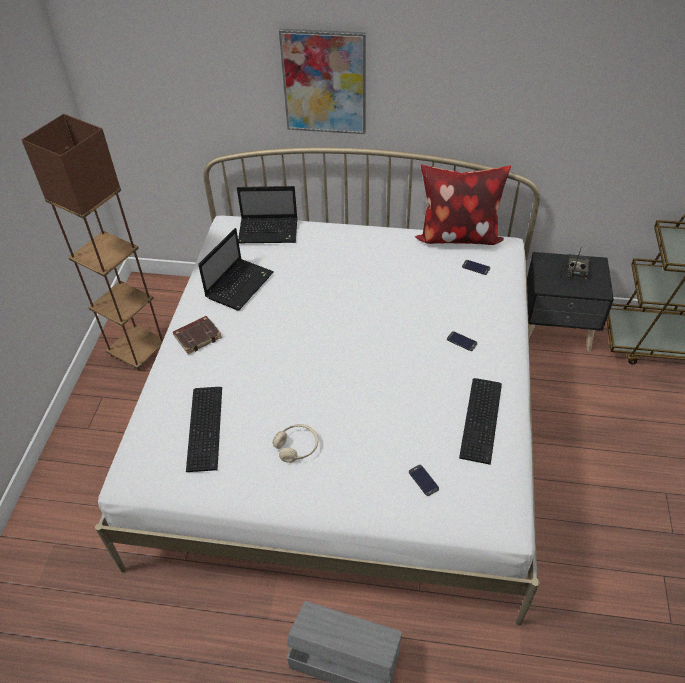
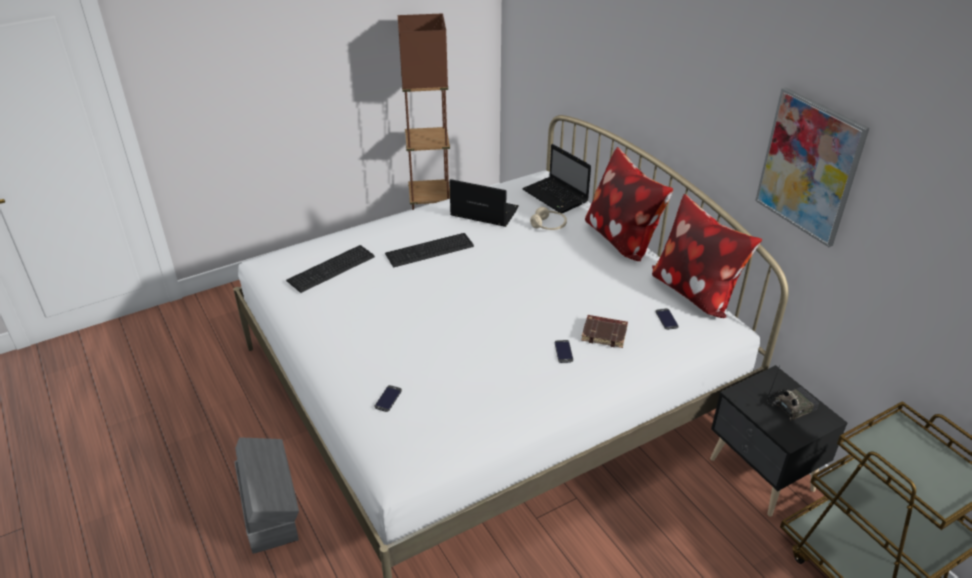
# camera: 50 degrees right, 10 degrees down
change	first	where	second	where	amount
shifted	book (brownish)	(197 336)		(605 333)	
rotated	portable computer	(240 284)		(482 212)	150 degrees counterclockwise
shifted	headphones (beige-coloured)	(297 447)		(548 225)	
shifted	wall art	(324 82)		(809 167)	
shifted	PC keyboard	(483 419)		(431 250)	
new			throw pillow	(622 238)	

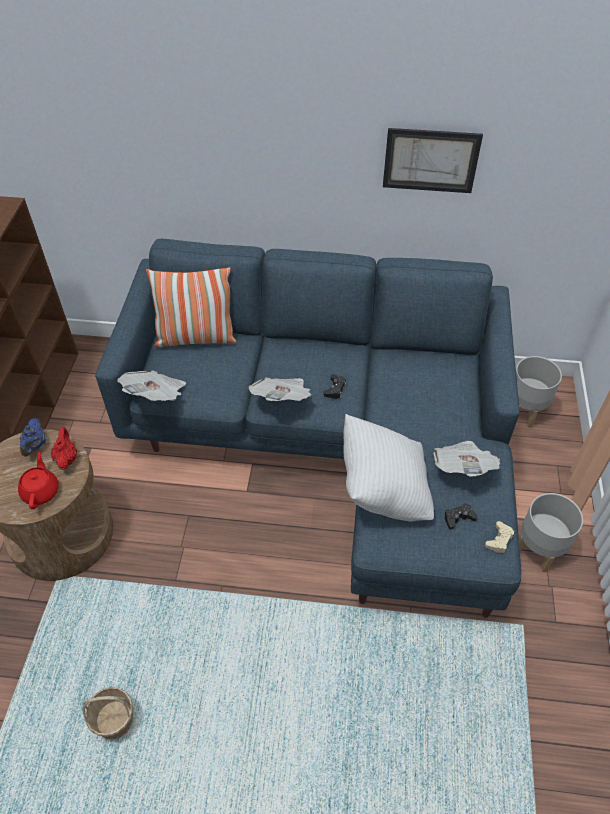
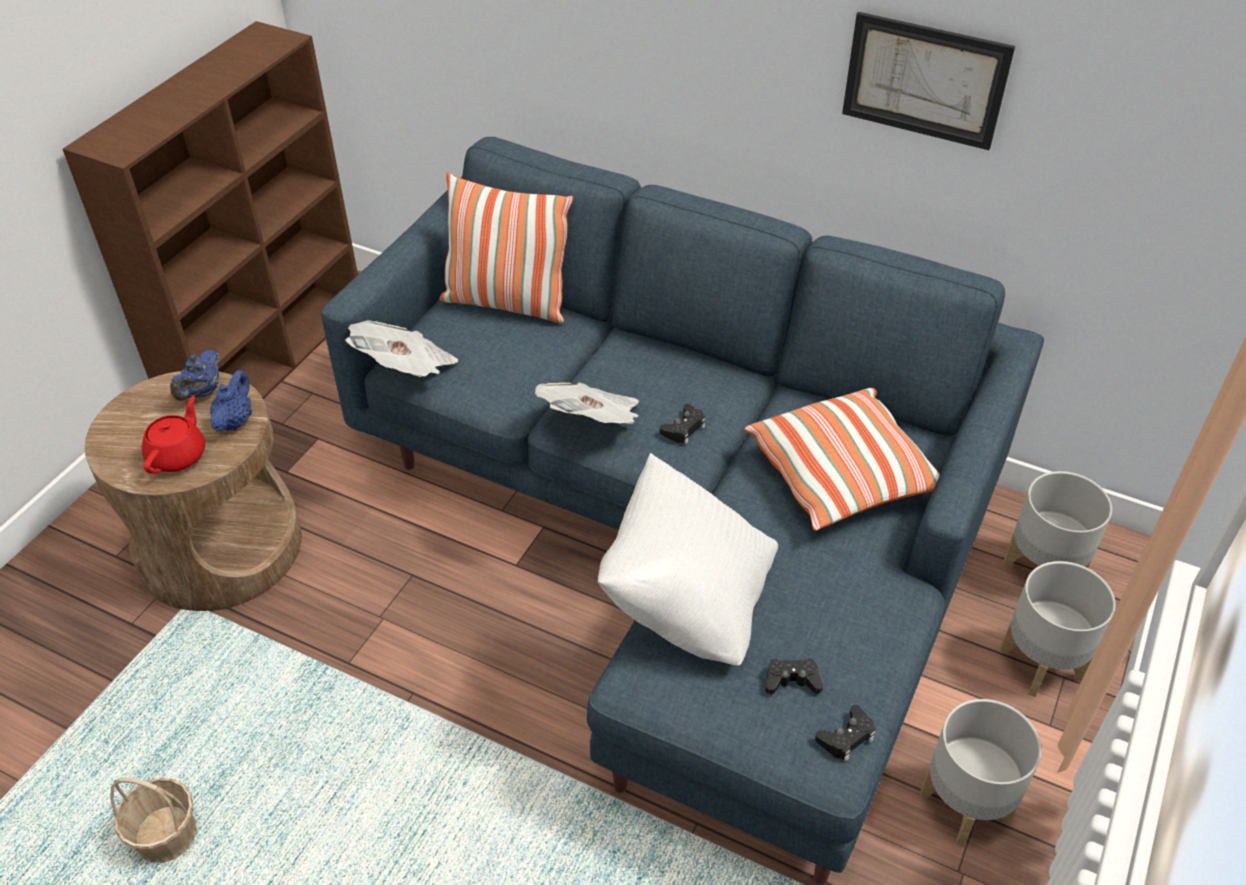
# camera: 20 degrees right, 5 degrees down
change	first	where	second	where	amount
repainted	tea pot (reddish)	(66 458)	tea pot (bluish)	(235 421)	
gone	printed paper	(462 468)			
repainted	gamepad (beige-coloured)	(499 540)	gamepad (blackish)	(846 737)	
new			throw pillow	(842 476)	
new			planter (grey)	(1041 664)	

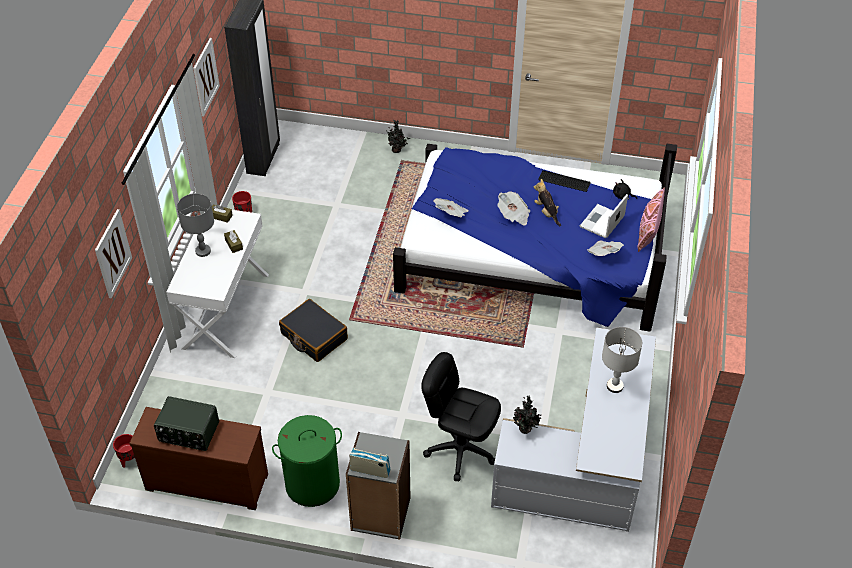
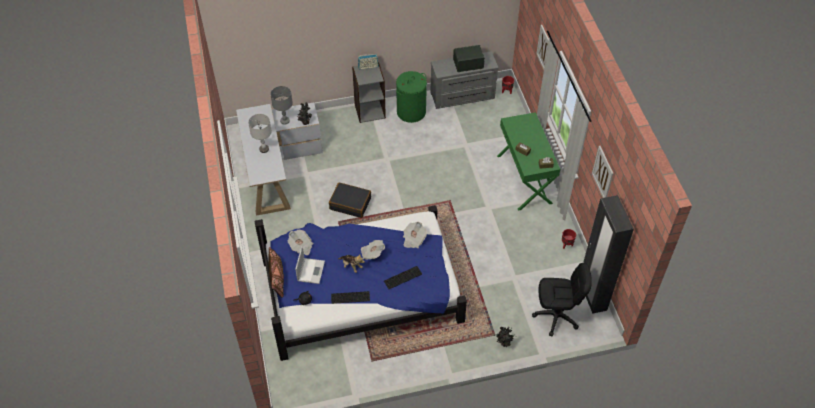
# camera: 155 degrees right, 5 degrees up
change	first	where	second	where	amount
repainted	drawer chest (brownish)	(208 479)	drawer chest (grey)	(463 96)	
repainted	narrow table (white-coloured)	(225 310)	narrow table (greenish)	(524 179)	
shifted	tabletop lamp (grey)	(203 251)		(285 121)	
shifted	suitcase (blackish)	(313 336)		(350 203)	
shifted	office chair (blackish)	(460 449)		(556 316)	
repainted	throw pillow (pink)	(649 230)	throw pillow (brownish)	(277 278)	
new			PC keyboard	(402 277)	

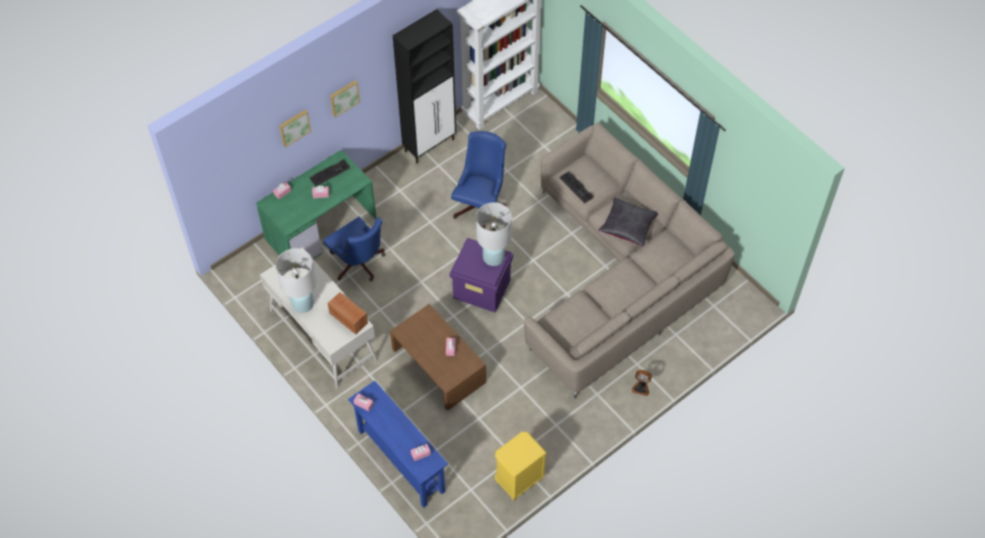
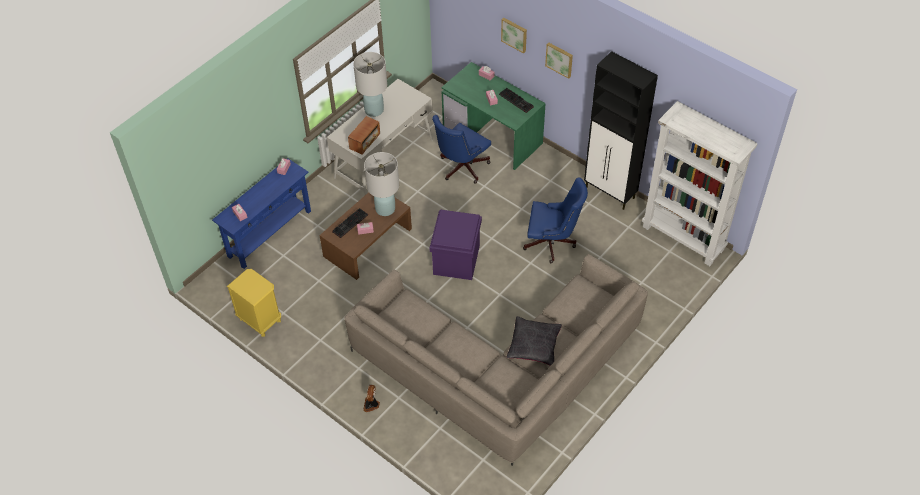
# camera: 80 degrees right, 5 degrees down
change	first	where	second	where	amount
shifted	tabletop lamp (white-coloured)	(493 257)		(385 208)	
shifted	PC keyboard	(577 187)		(350 224)	

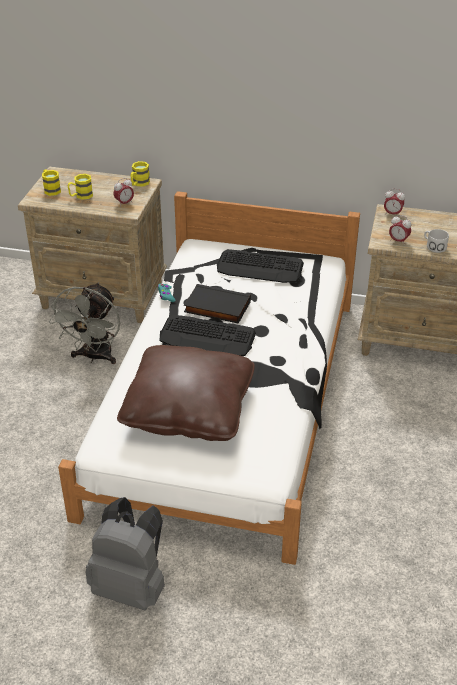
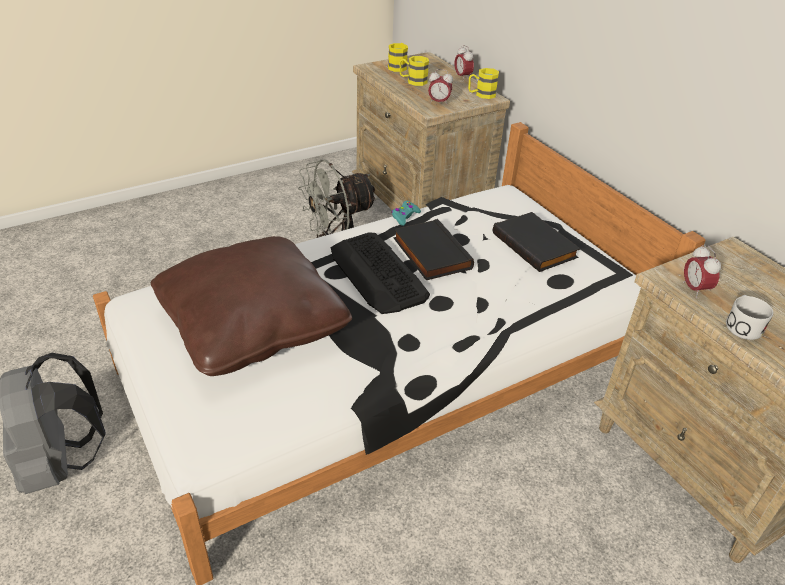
# camera: 45 degrees right, 0 degrees up
change	first	where	second	where	amount
swapped	PC keyboard	(260 267)	book (blackish)	(536 245)	
shifted	alarm clock	(392 214)		(462 77)	

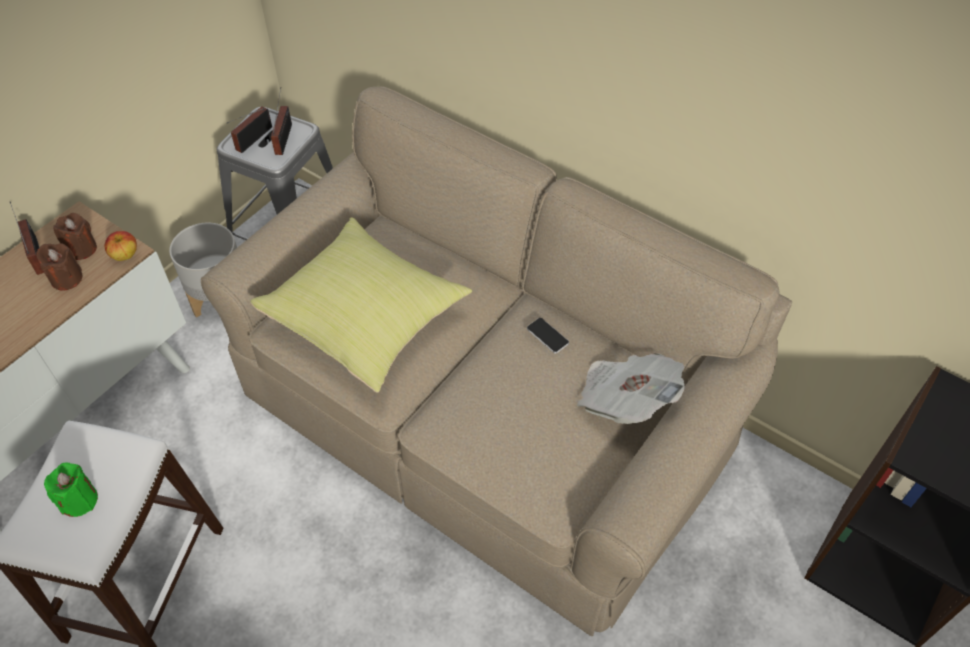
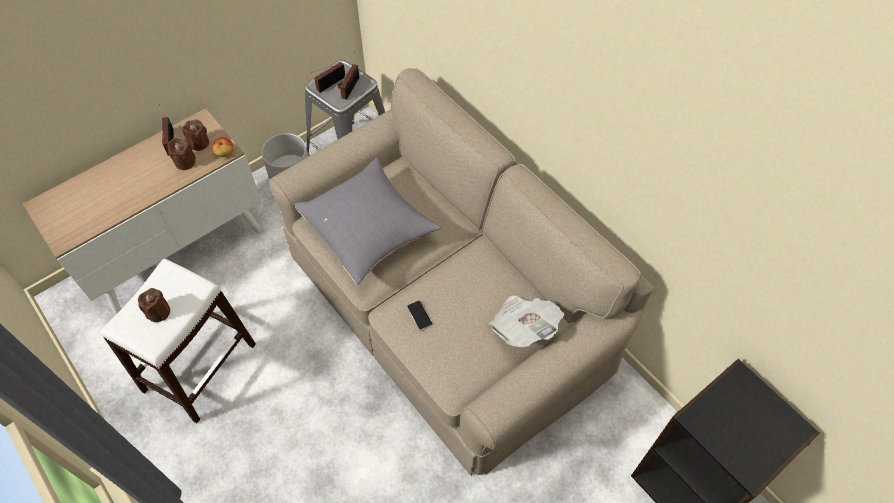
# camera: 15 degrees right, 5 degrees up
change	first	where	second	where	amount
repainted	wax candle (greenish)	(79 500)	wax candle (brownish)	(158 312)	
repainted	throw pillow (yellow-coloured)	(367 320)	throw pillow (grey)	(369 231)	
shifted	phone	(547 336)		(419 315)	

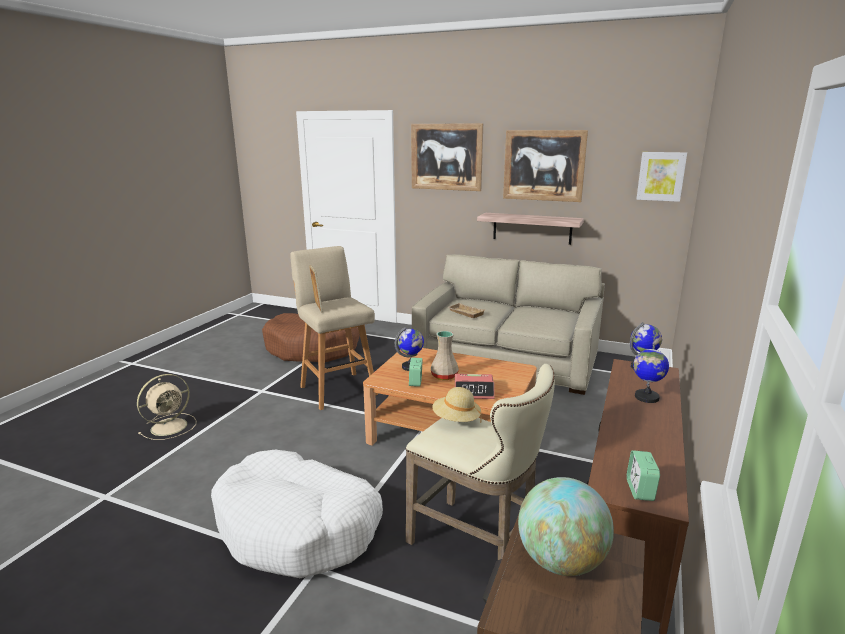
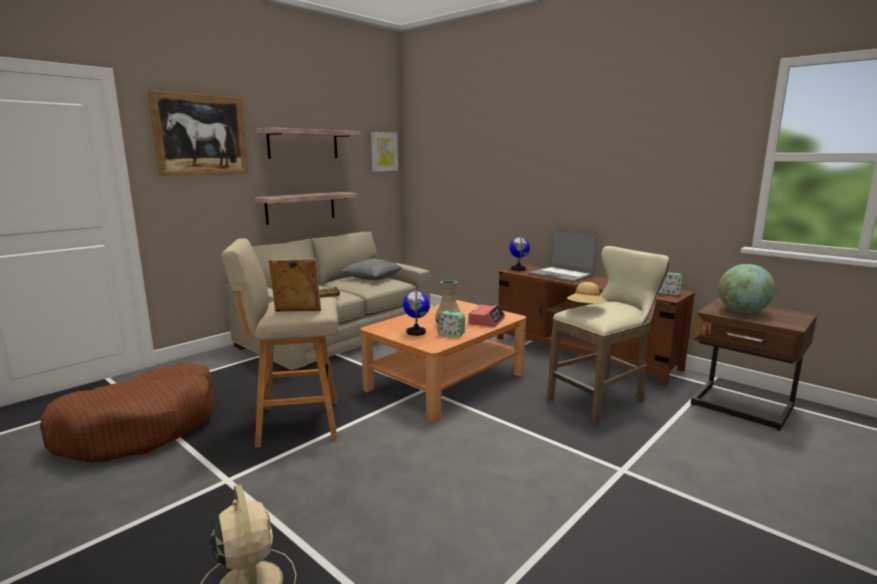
# camera: 70 degrees left, 5 degrees down
change	first	where	second	where	amount
gone	pet bed (white-coloured)	(298 527)			
swapped	wall art	(544 165)	shelf	(303 144)	
swapped	desk globe	(646 397)	portable computer	(561 275)	
new			throw pillow (grey)	(372 278)	

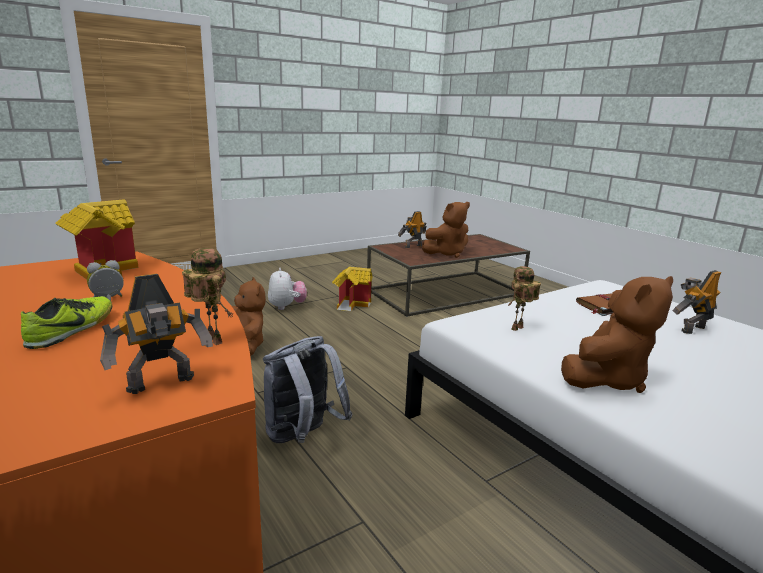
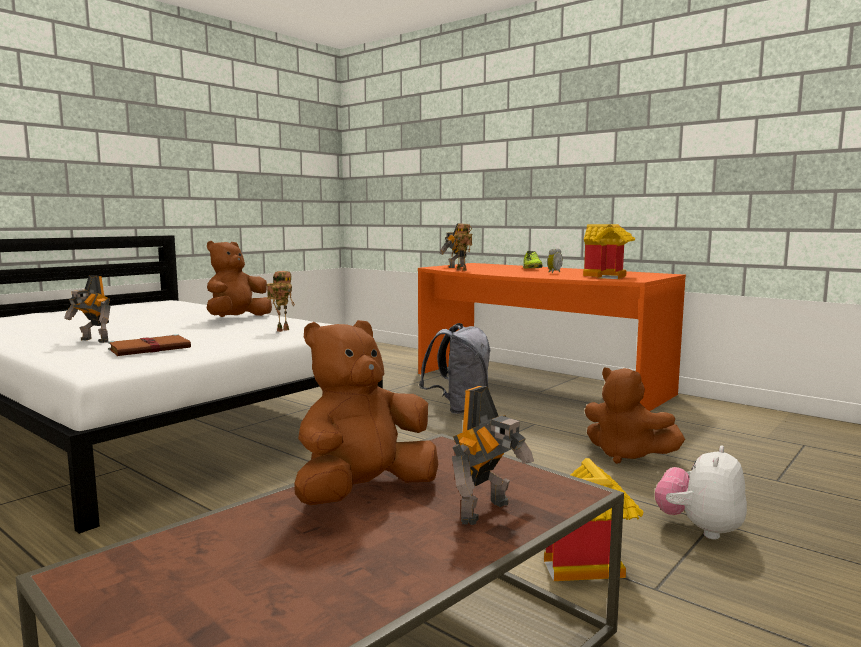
# camera: 165 degrees right, 10 degrees down
change	first	where	second	where	amount
rotated	cuddly toy	(286 307)		(700 529)	60 degrees clockwise
rotated	robot figure	(691 329)		(93 341)	75 degrees clockwise

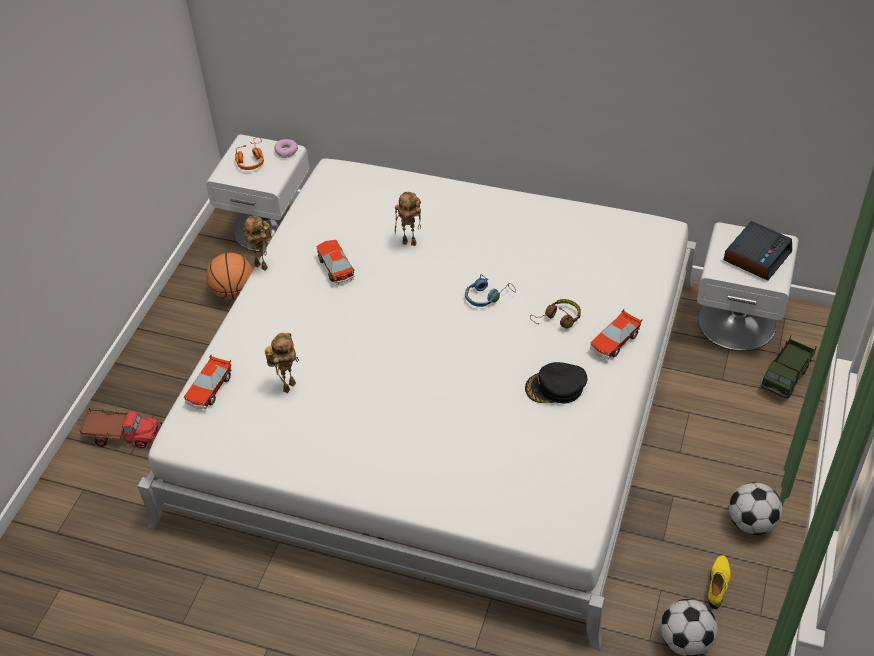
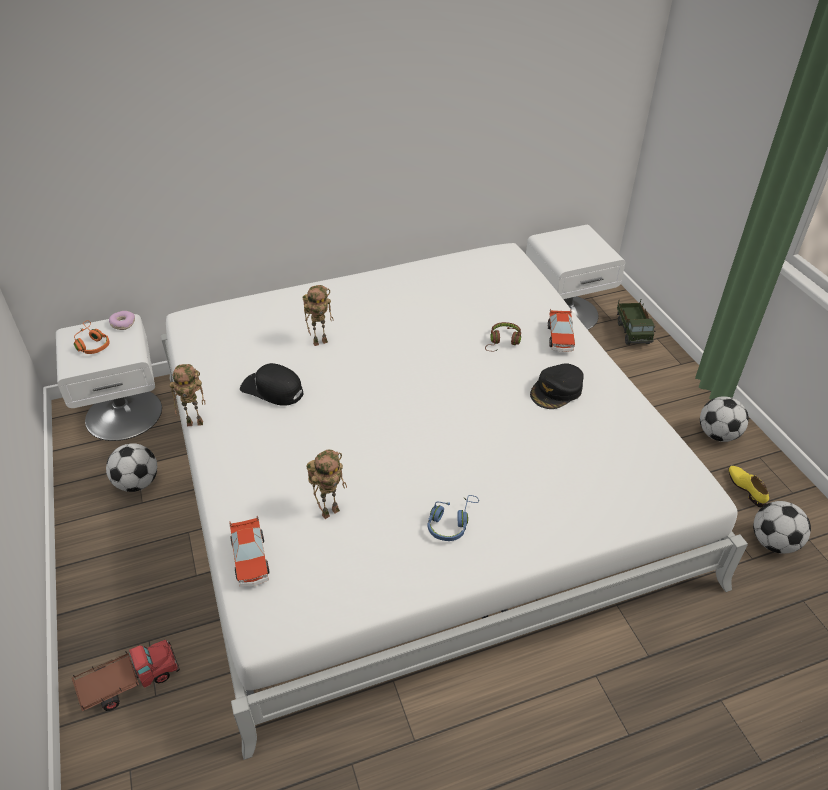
# camera: 40 degrees left, 5 degrees down
change	first	where	second	where	amount
swapped	ball for basketball	(233 292)	football ball	(138 483)	
rotated	robot figure	(288 385)		(330 511)	60 degrees clockwise
swapped	model car	(336 267)	cap (blackish)	(272 389)	
shifted	headphones (bluish)	(487 296)		(451 522)	
gone	alarm clock	(757 256)			

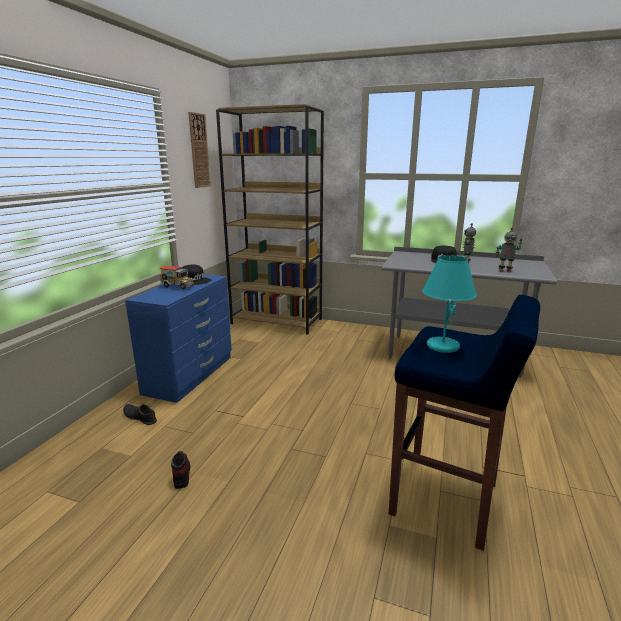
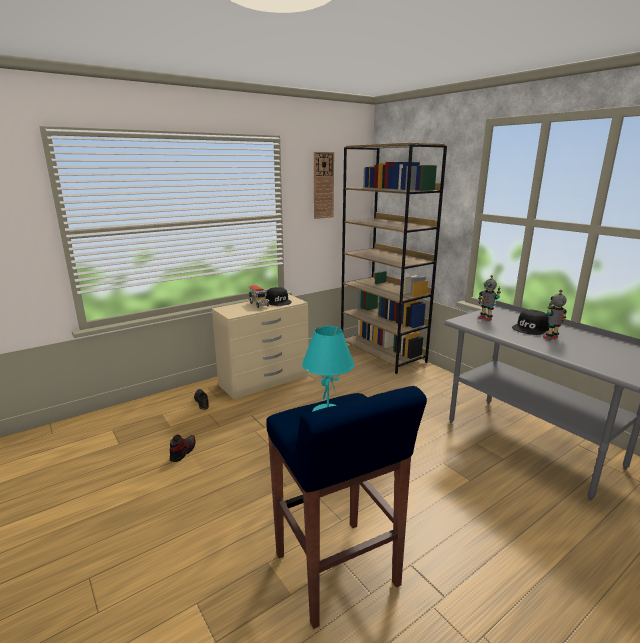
# camera: 35 degrees right, 0 degrees up
change	first	where	second	where	amount
repainted	drawer chest (bluish)	(190 374)	drawer chest (beige-coloured)	(265 380)	
shifted	robot figure	(505 270)		(485 318)	

